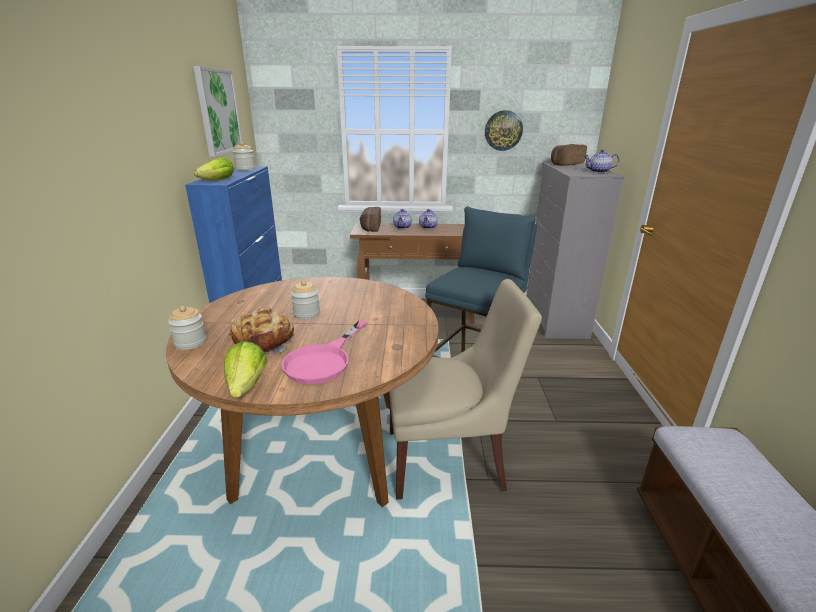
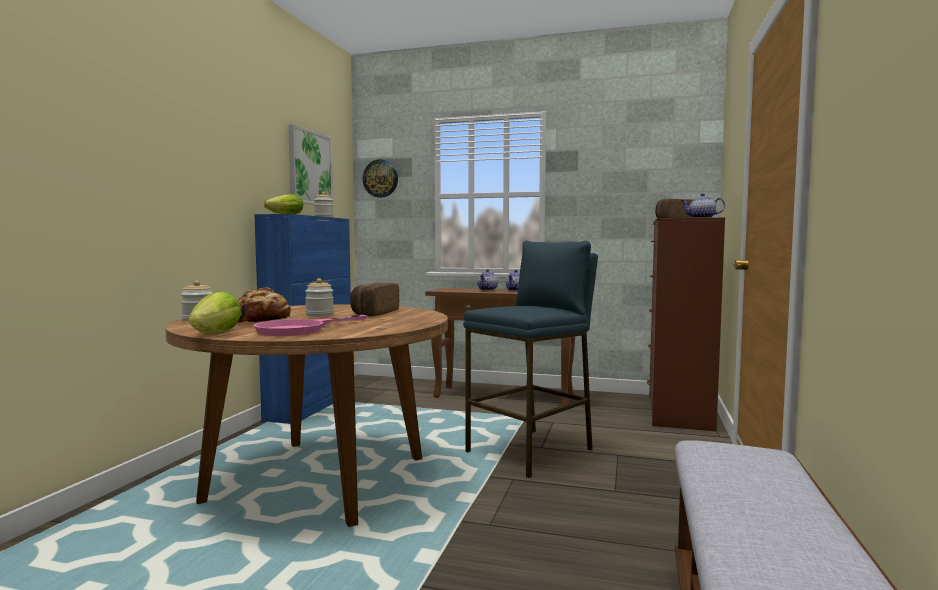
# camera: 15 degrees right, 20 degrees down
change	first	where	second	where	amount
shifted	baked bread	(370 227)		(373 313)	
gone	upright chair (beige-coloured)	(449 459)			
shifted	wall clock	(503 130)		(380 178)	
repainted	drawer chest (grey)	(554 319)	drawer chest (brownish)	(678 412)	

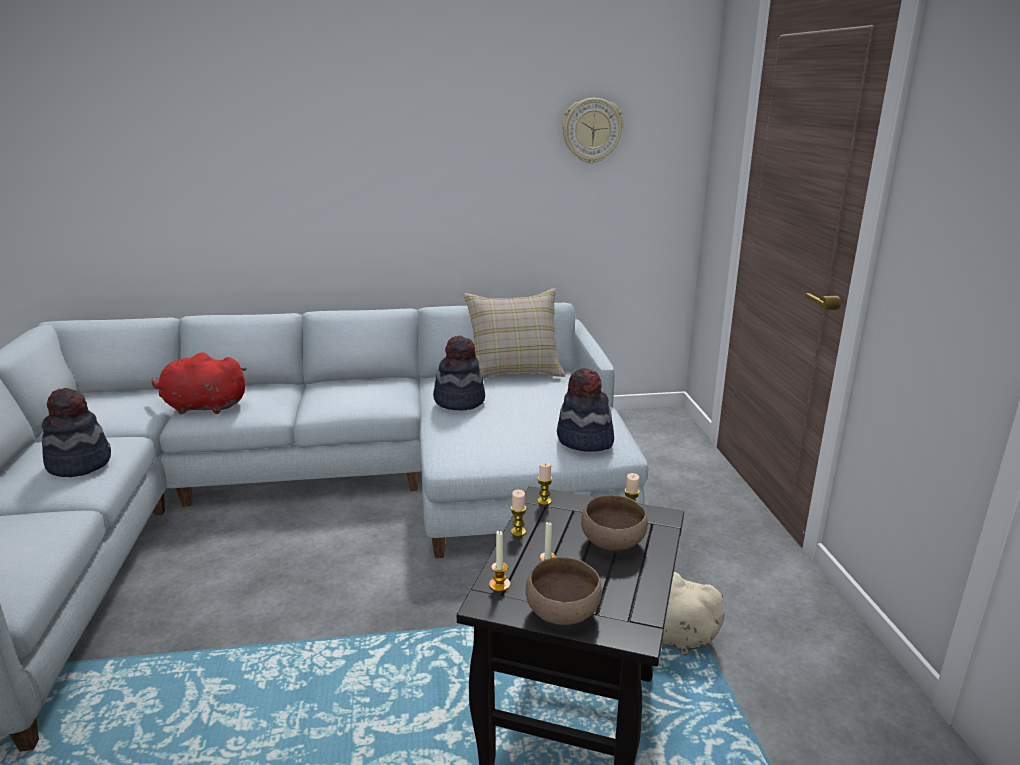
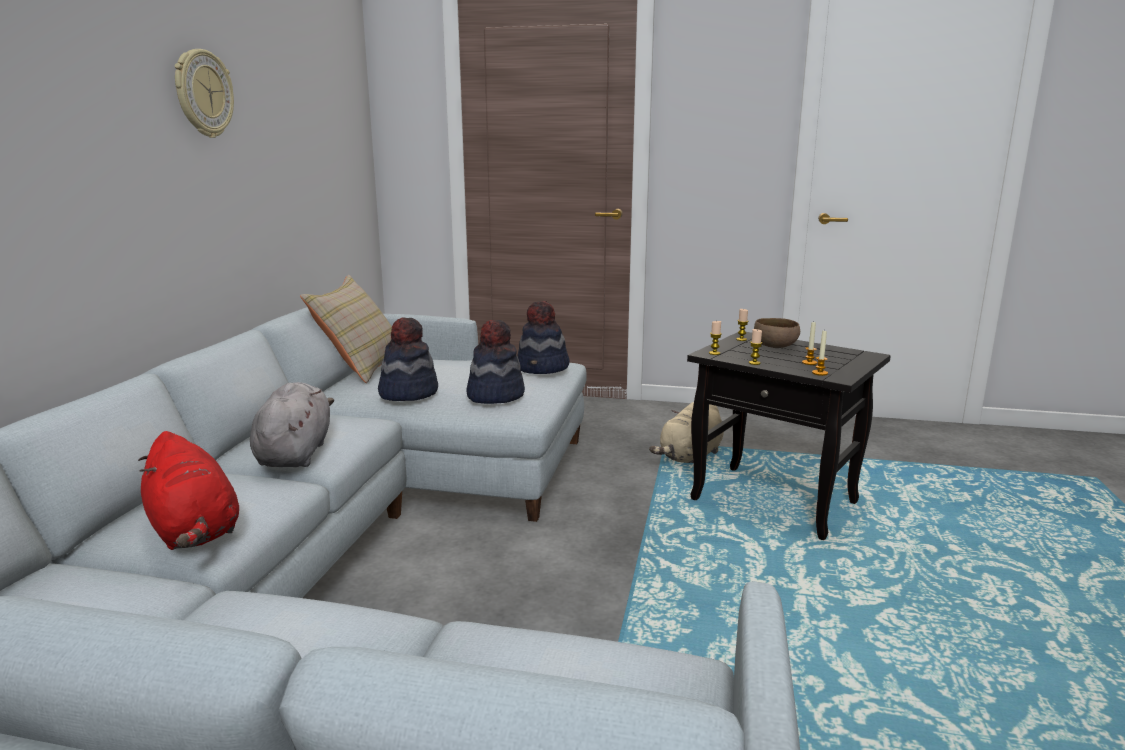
# camera: 70 degrees left, 5 degrees down
change	first	where	second	where	amount
shifted	hat	(80 463)		(495 395)	
rotated	cuddly toy (reddish)	(202 407)		(194 532)	60 degrees counterclockwise
gone	bowl (brownish)	(564 613)			
shifted	wall clock	(591 130)		(203 94)	
new			cuddly toy (grey)	(295 453)	

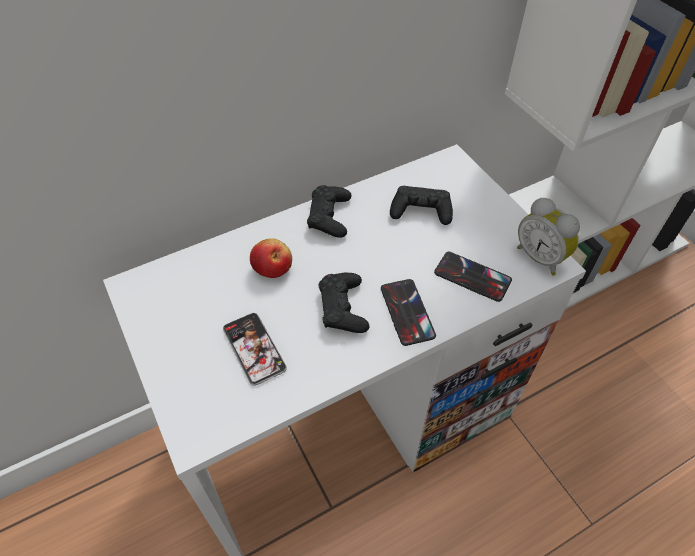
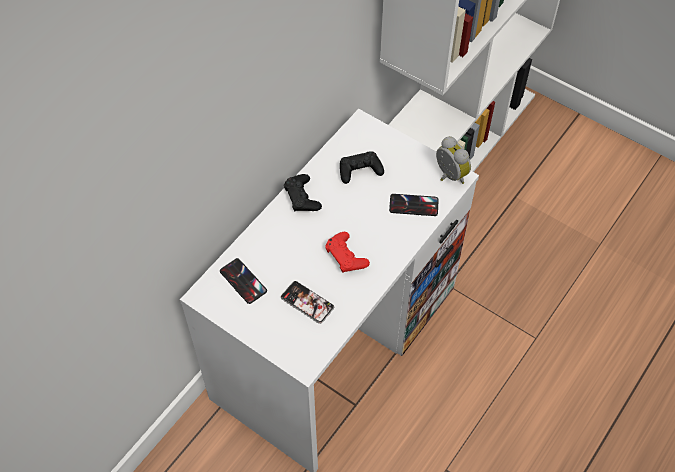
# camera: 25 degrees left, 5 degrees up
change	first	where	second	where	amount
gone	apple	(272 268)			
repainted	gamepad (blackish)	(343 308)	gamepad (reddish)	(346 256)	
shifted	phone	(407 312)		(243 281)	
rotated	alarm clock	(541 257)		(449 176)	150 degrees counterclockwise

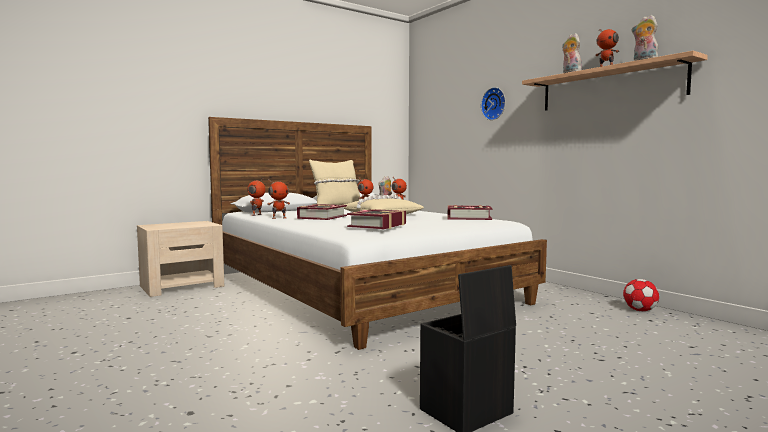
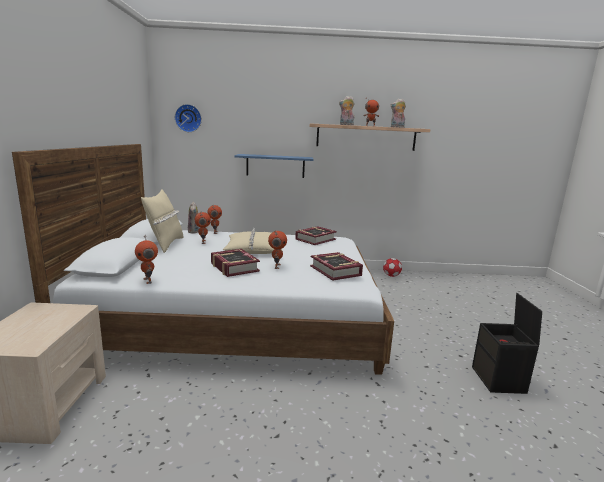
# camera: 55 degrees left, 10 degrees up
change	first	where	second	where	amount
shifted	robot figure	(279 218)		(276 266)	
shifted	wall clock	(494 104)		(188 118)	
new			shelf (bluish)	(275 166)	

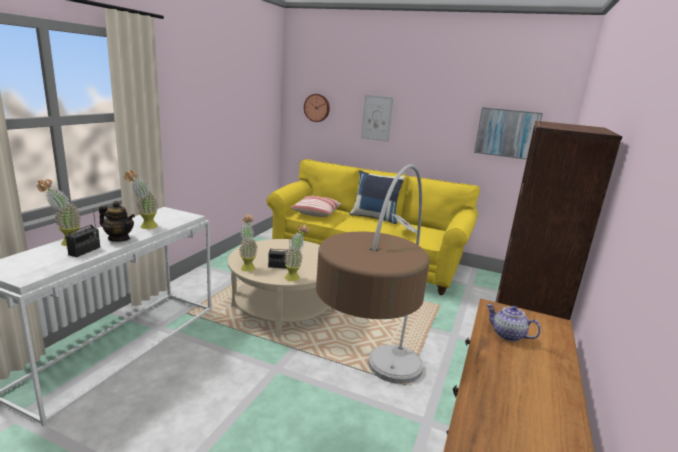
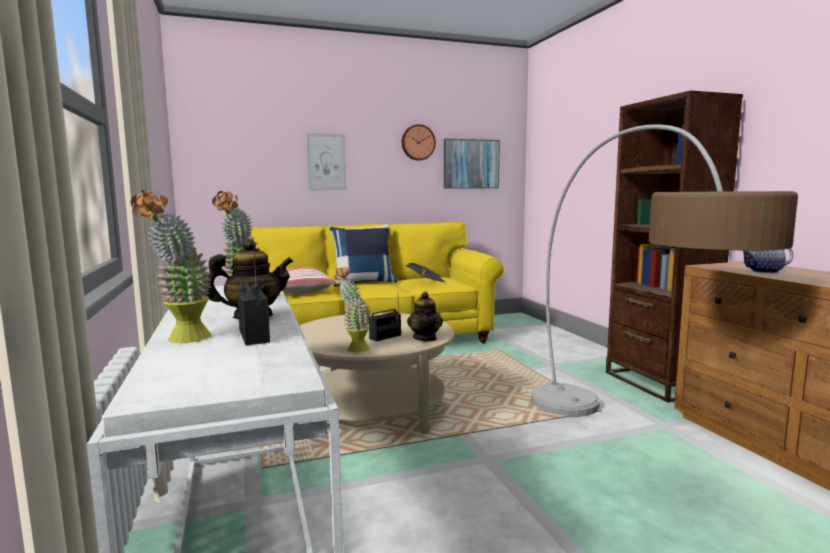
# camera: 40 degrees left, 10 degrees down
change	first	where	second	where	amount
swapped	plant in a pot	(295 276)	tea pot	(425 338)	
shifted	wall clock	(317 108)		(418 142)	

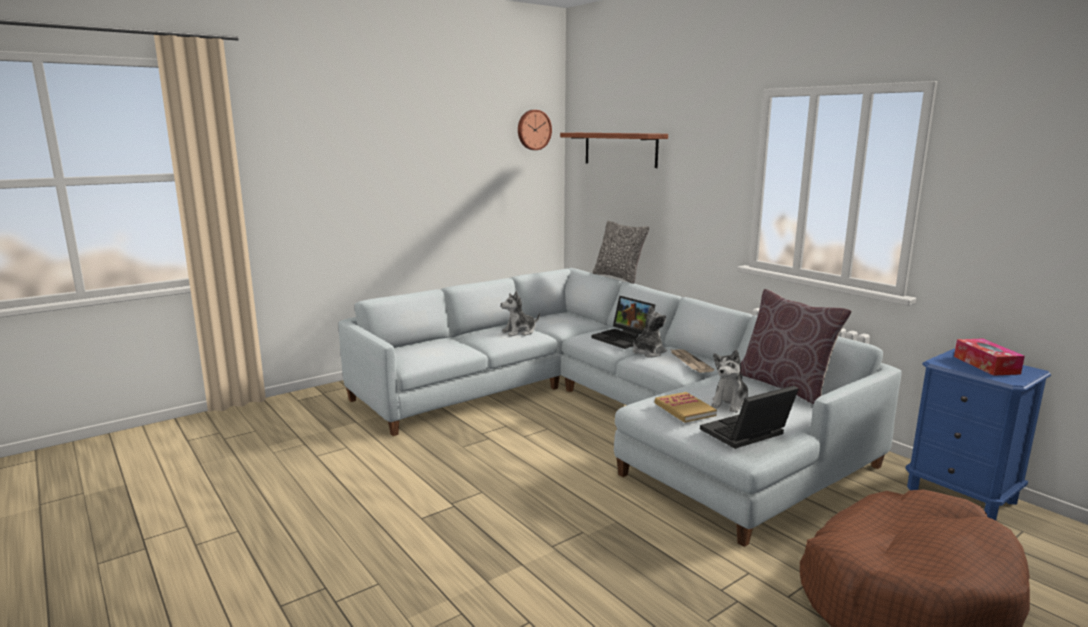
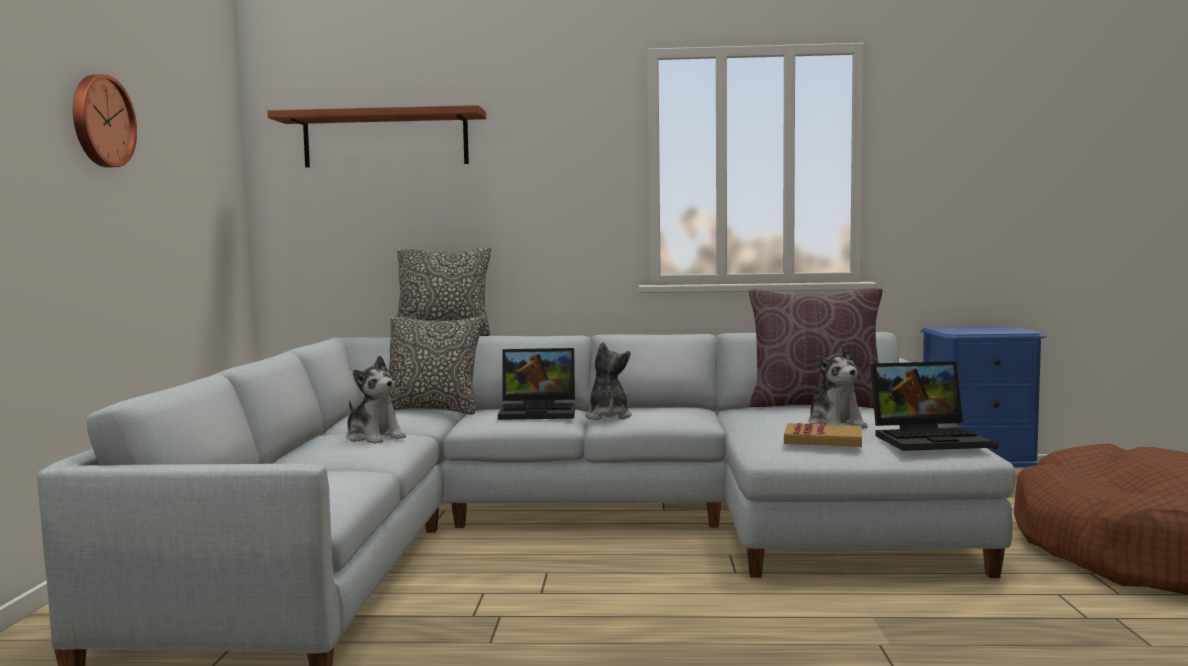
# camera: 50 degrees left, 10 degrees down
change	first	where	second	where	amount
rotated	cuddly toy	(519 332)		(374 437)	60 degrees counterclockwise
shifted	wall clock	(533 130)		(100 121)	
gone	printed paper	(689 362)			
rotated	portable computer	(745 435)		(929 439)	105 degrees counterclockwise
gone	box of tissues	(986 365)			
new			throw pillow	(432 410)	

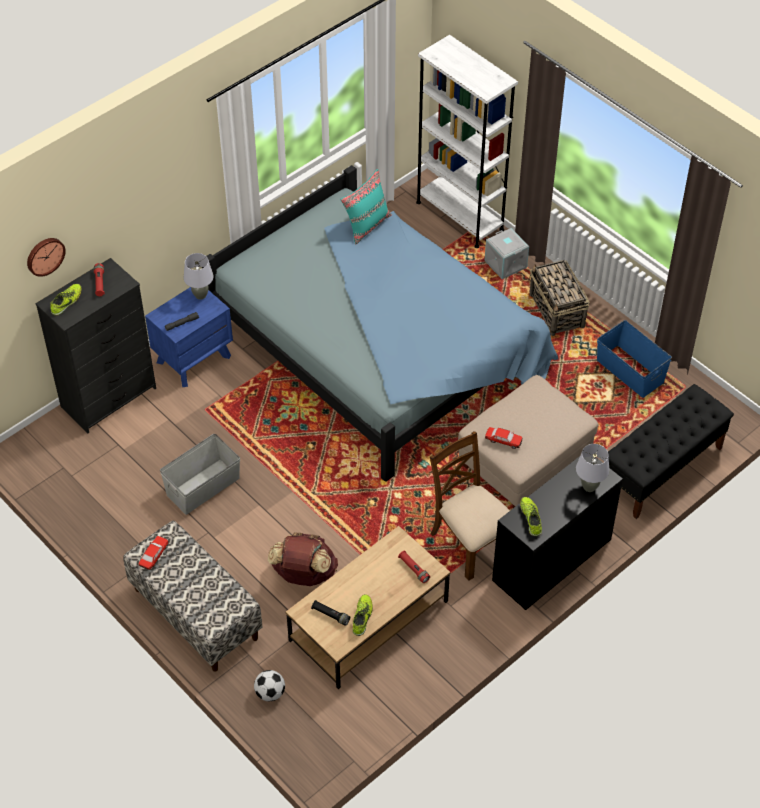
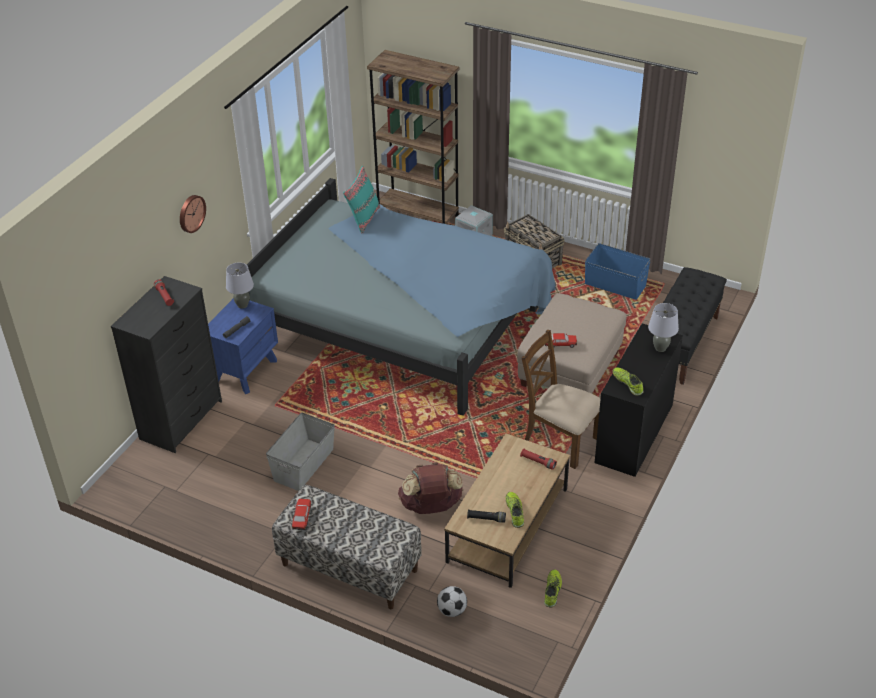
# camera: 20 degrees left, 10 degrees down
change	first	where	second	where	amount
shifted	wall clock	(44 255)		(191 213)	
shifted	item of footwear	(67 302)		(552 590)	
repainted	shelving unit (white-coloured)	(459 216)	shelving unit (brownish)	(418 214)	

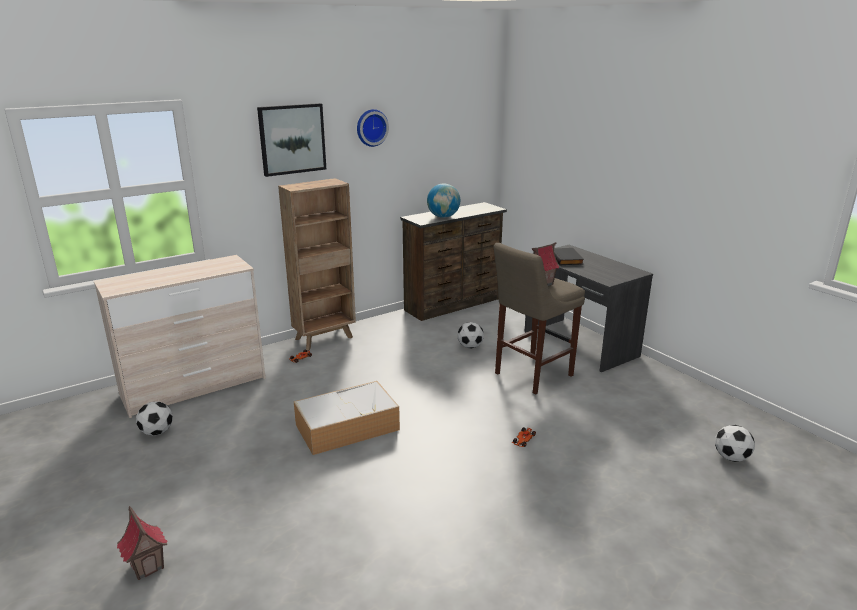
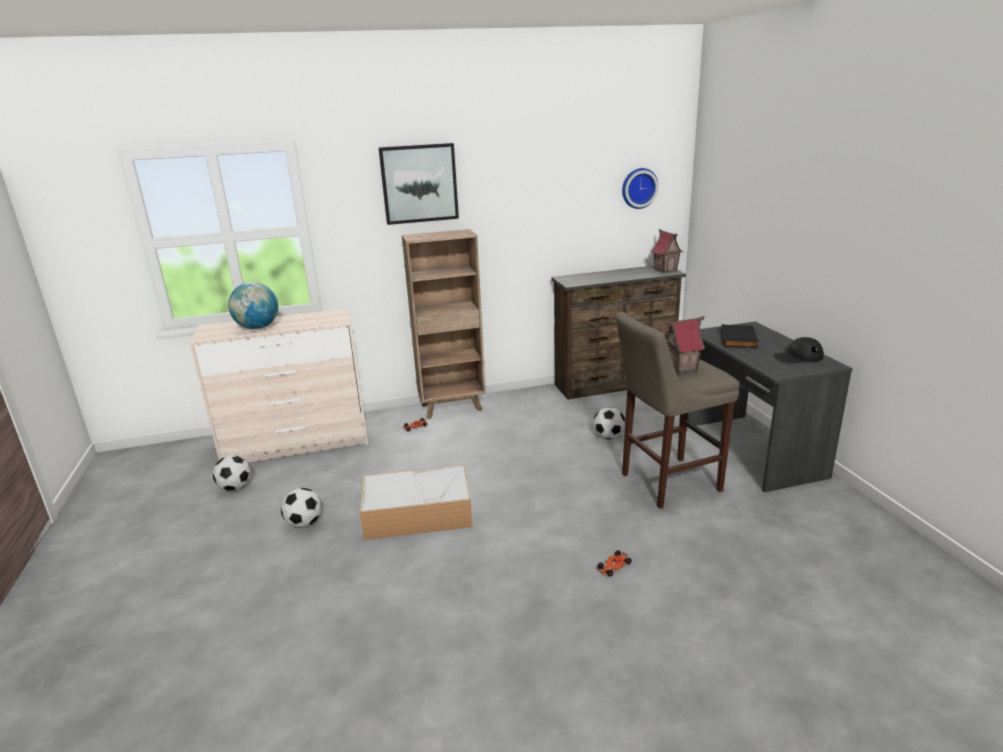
# camera: 20 degrees right, 0 degrees up
change	first	where	second	where	amount
shifted	toy house	(148 566)		(665 270)	
shifted	wall clock	(371 127)		(638 188)	
shifted	desk globe	(443 217)		(258 328)	
shifted	football ball	(731 457)		(304 523)	
new			cap (blackish)	(798 357)	

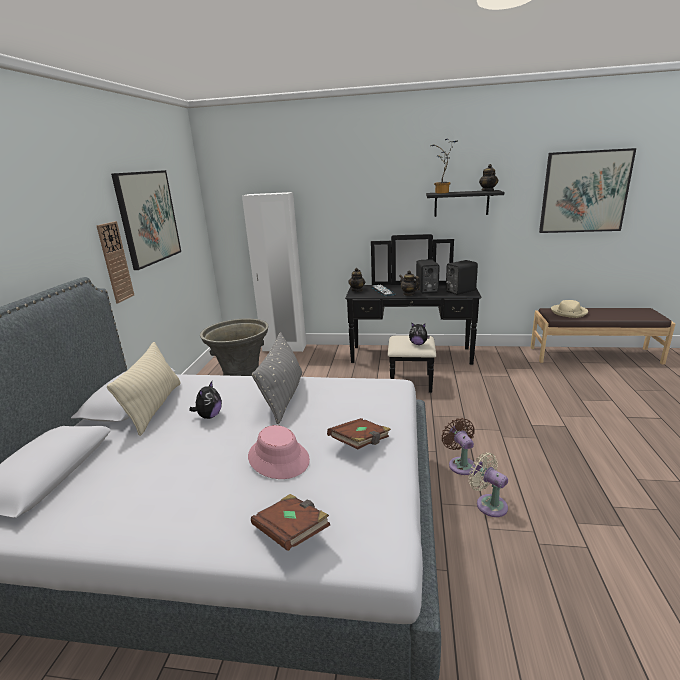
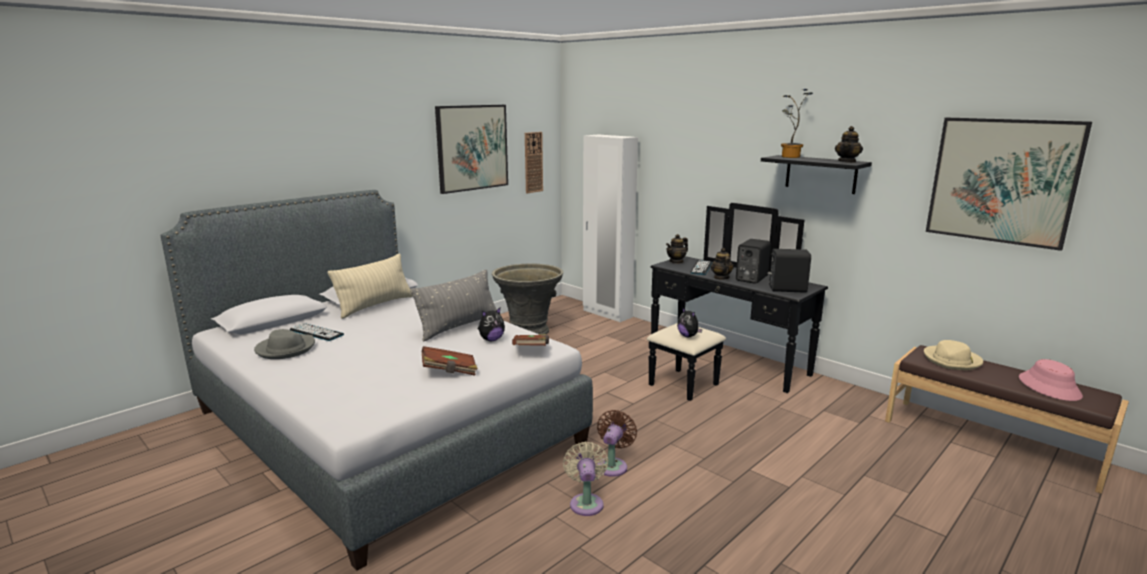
# camera: 35 degrees right, 5 degrees down
change	first	where	second	where	amount
shifted	wall clock	(115 262)		(533 162)	
shifted	cuddly toy	(209 416)		(491 340)	
shifted	hat (pink)	(279 458)		(1049 387)	
shifted	book (brownish)	(292 532)		(531 350)	
new			hat (grey)	(285 349)	
new			PC keyboard	(316 332)	

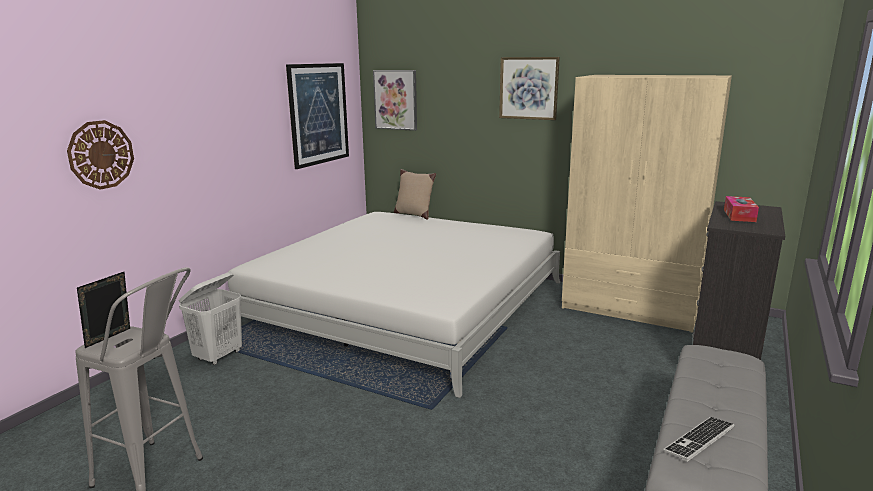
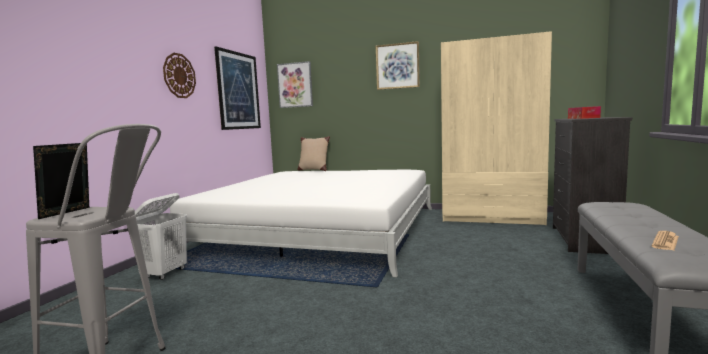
# camera: 10 degrees left, 10 degrees down
change	first	where	second	where	amount
shifted	wall clock	(101 154)		(179 75)	
swapped	PC keyboard	(699 440)	printed paper	(665 241)	

